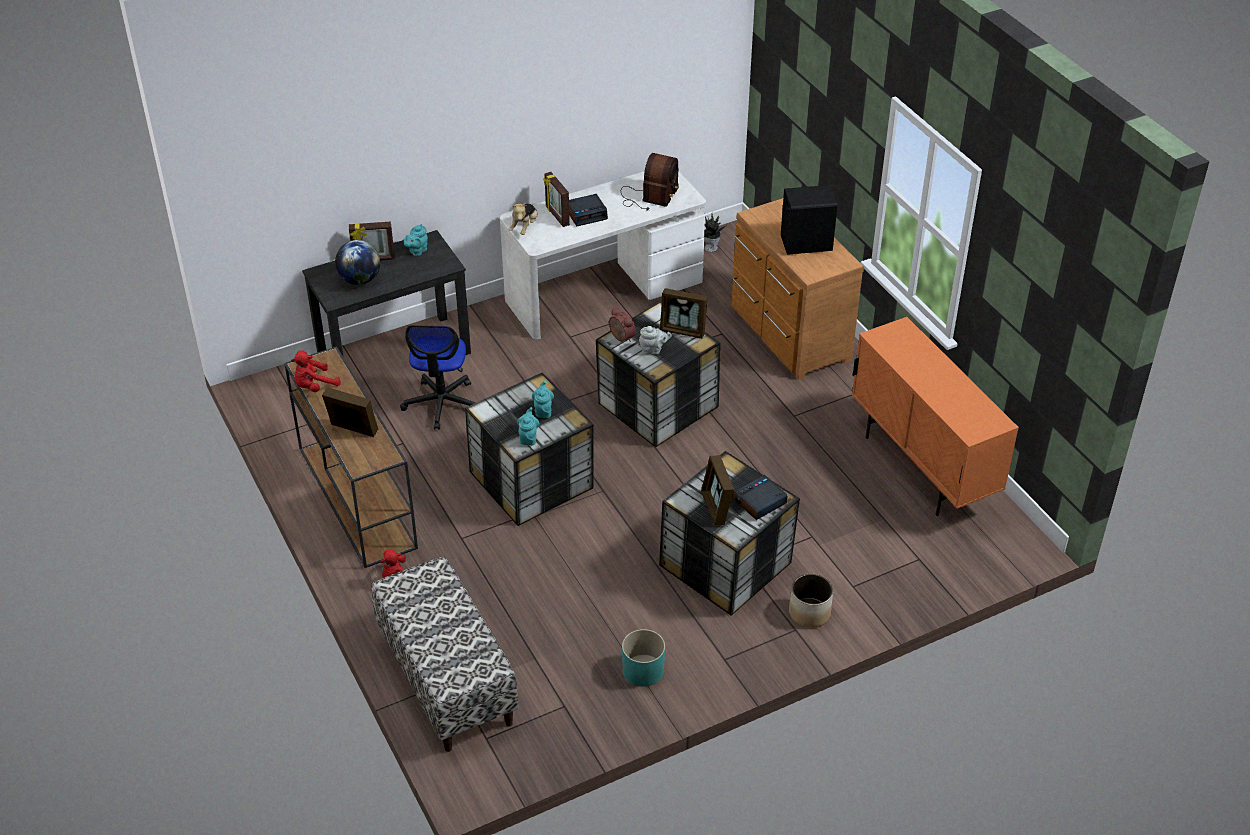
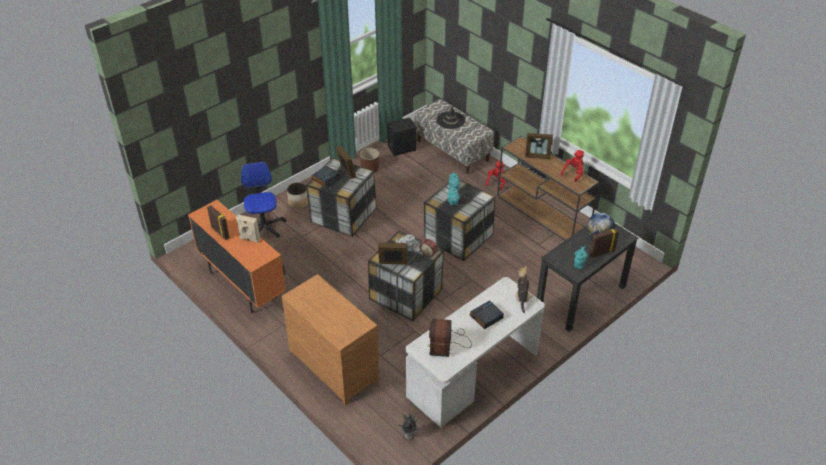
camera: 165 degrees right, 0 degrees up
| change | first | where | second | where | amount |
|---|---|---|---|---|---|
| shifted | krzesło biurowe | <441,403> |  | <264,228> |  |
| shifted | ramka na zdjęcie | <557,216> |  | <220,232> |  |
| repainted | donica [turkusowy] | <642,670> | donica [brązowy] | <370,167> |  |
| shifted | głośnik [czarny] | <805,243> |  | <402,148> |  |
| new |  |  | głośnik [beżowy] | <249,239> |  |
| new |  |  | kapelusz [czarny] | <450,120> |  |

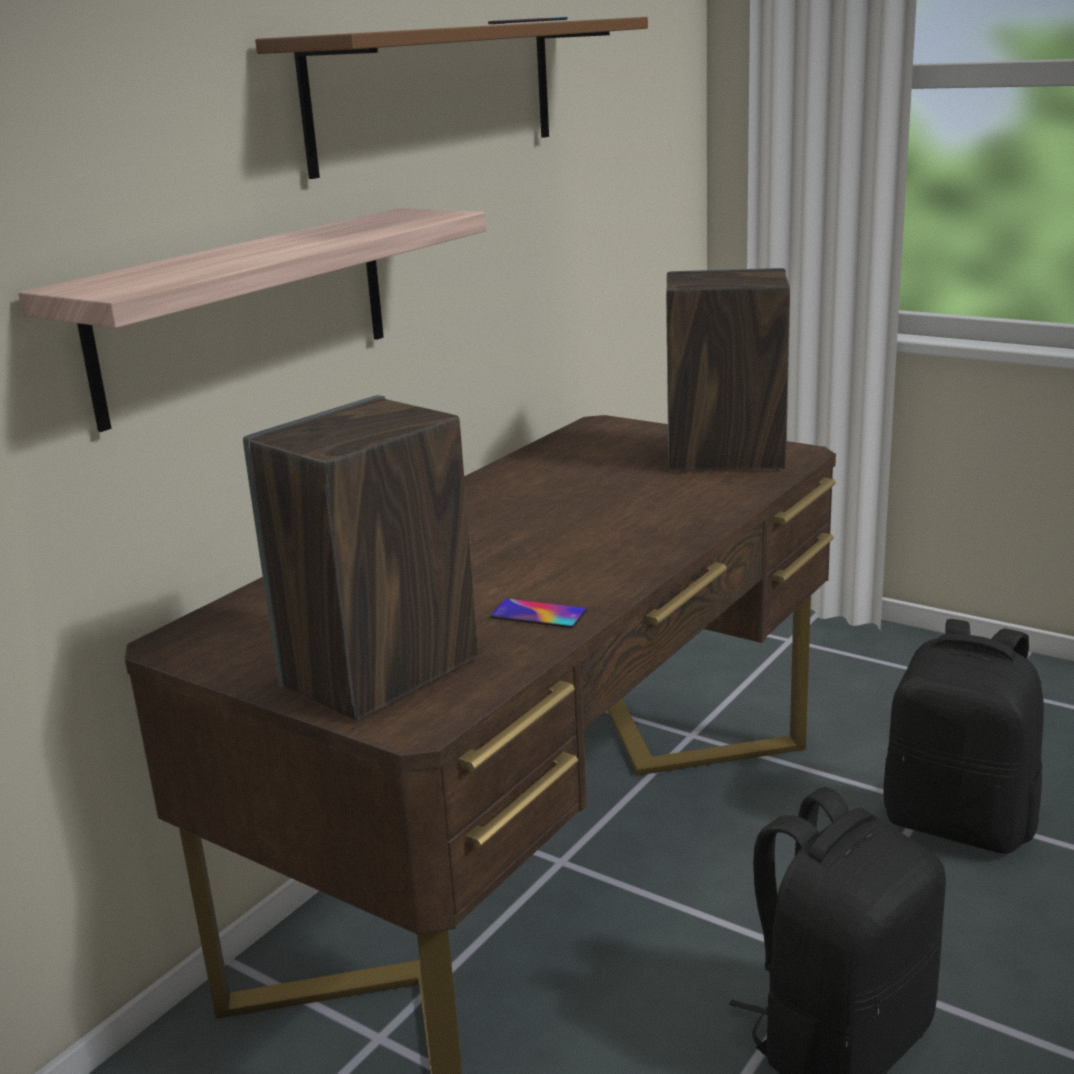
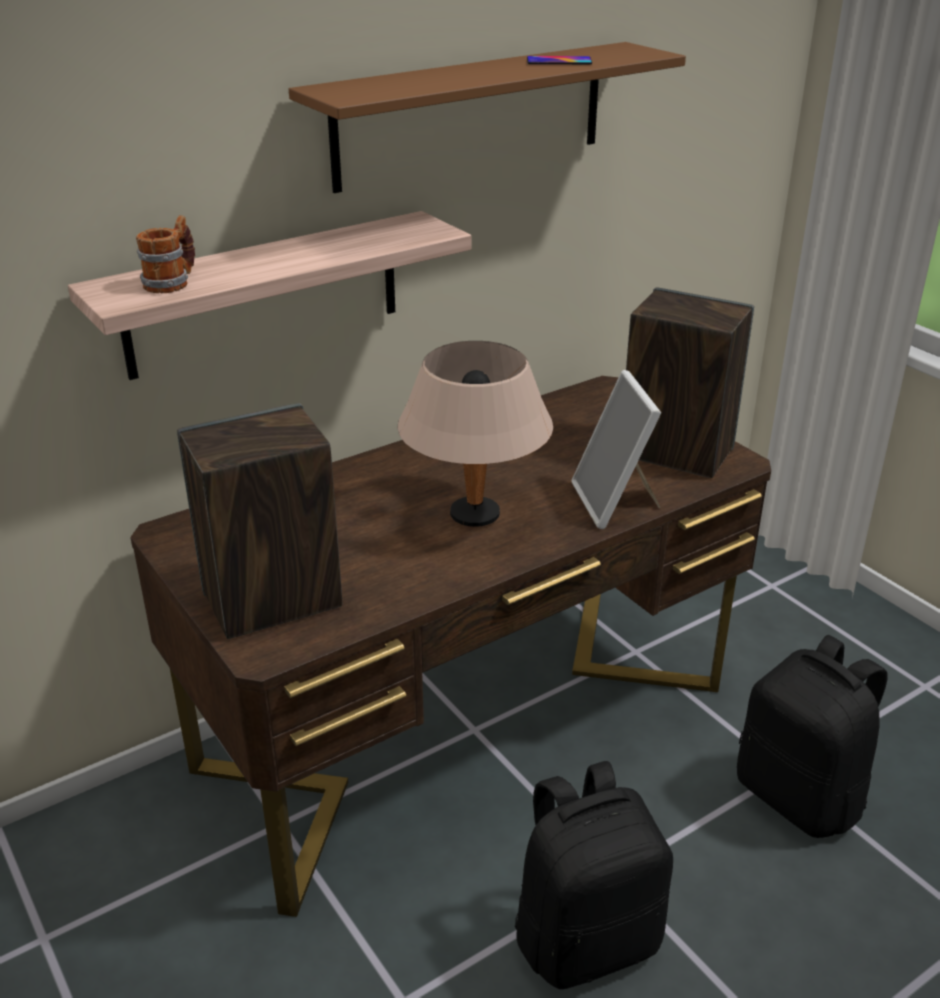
camera: 20 degrees right, 10 degrees up
| change | first | where | second | where | amount |
|---|---|---|---|---|---|
| gone | telefon | <538,614> |  |  |  |
| new |  |  | kubek | <172,282> |  |
| new |  |  | lampa stołowa [beżowy] | <475,515> |  |
| new |  |  | ramka na zdjęcie | <616,503> |  |

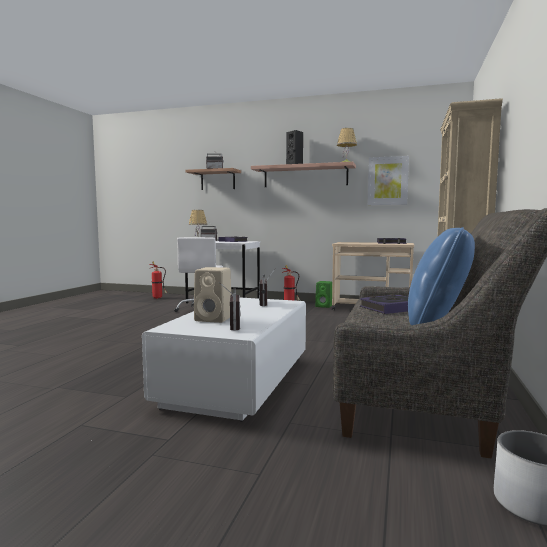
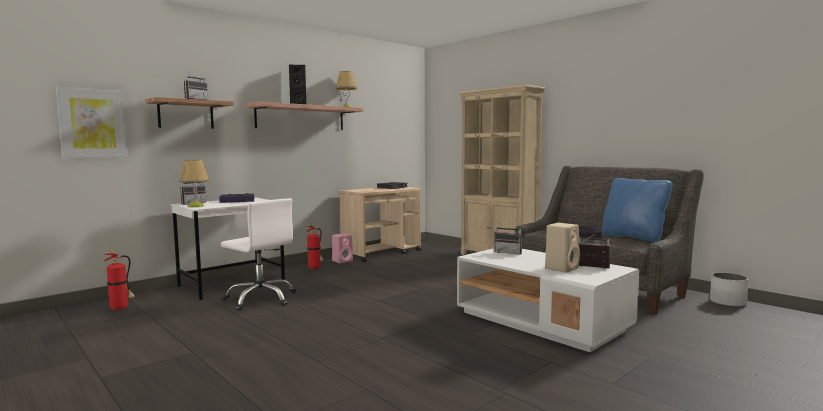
camera: 60 degrees left, 0 degrees up
| change | first | where | second | where | amount |
|---|---|---|---|---|---|
| repainted | głośnik [zielony] | <324,306> | głośnik [różowy] | <343,261> |  |
| shifted | obraz | <387,181> |  | <92,123> |  |

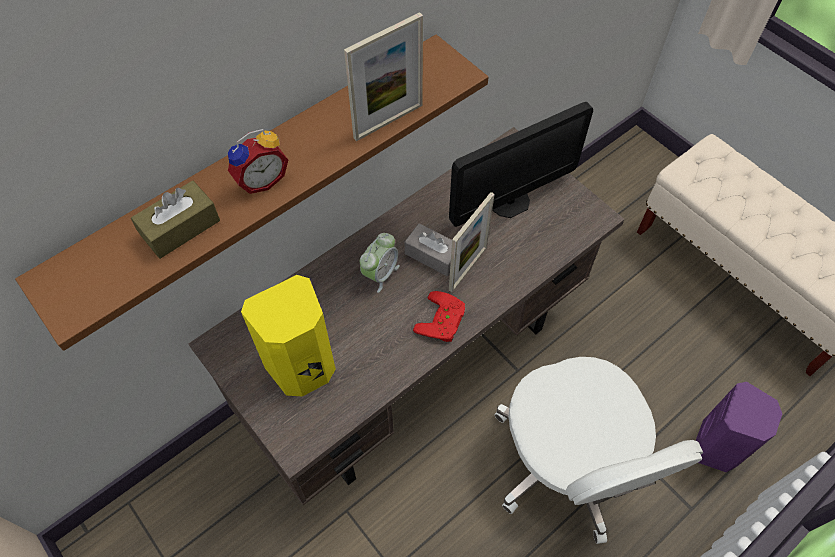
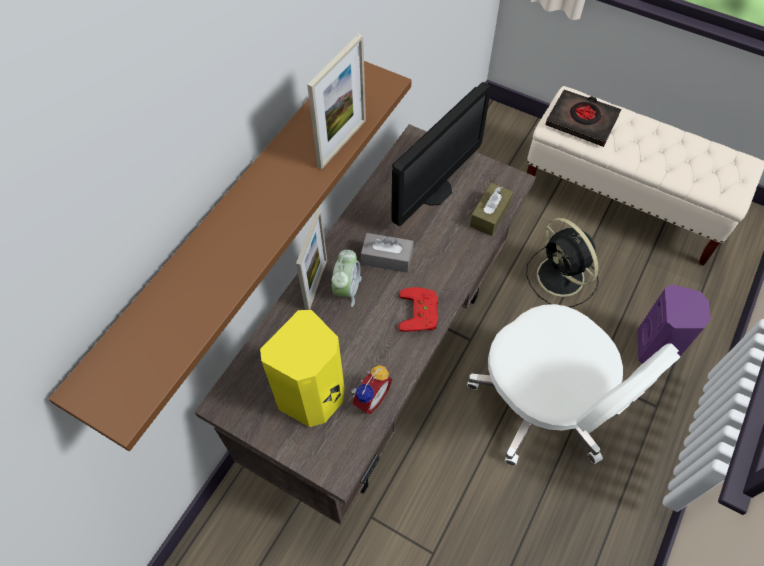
camera: 20 degrees left, 0 degrees up
| change | first | where | second | where | amount |
|---|---|---|---|---|---|
| shifted | pudełko chusteczek [brązowy] | <180,228> |  | <490,215> |  |
| shifted | budzik | <261,180> |  | <370,397> |  |
| shifted | ramka na zdjęcie | <468,268> |  | <316,285> |  |
| new |  |  | wentylator [czarny] | <562,278> |  |
| new |  |  | książka [czarny] | <582,121> |  |

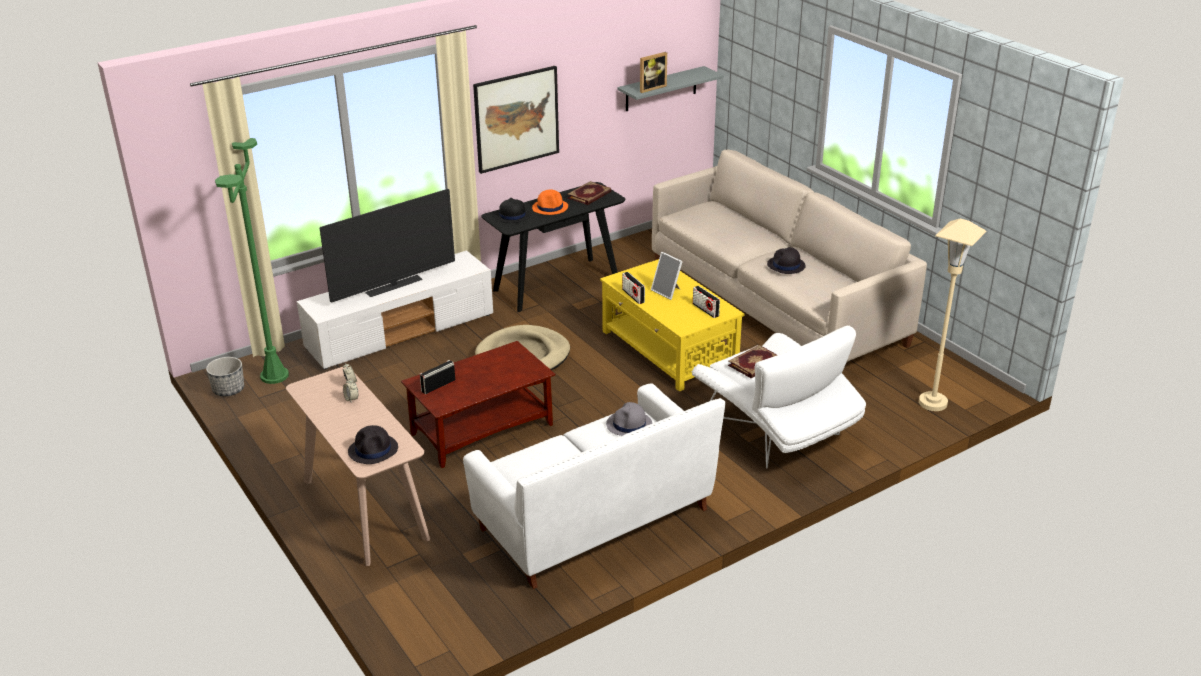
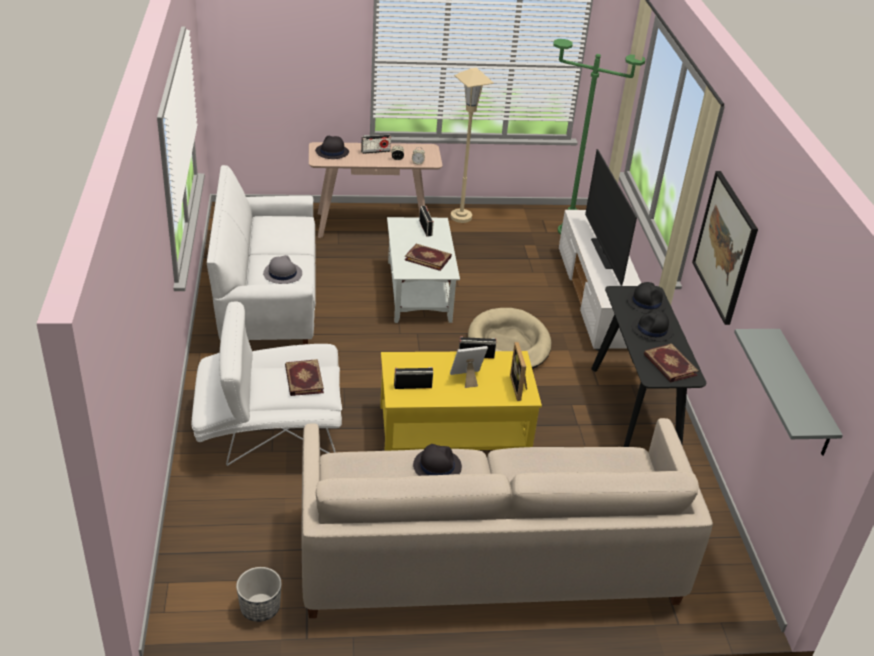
camera: 115 degrees right, 5 degrees up
| change | first | where | second | where | amount |
|---|---|---|---|---|---|
| shifted | donica | <229,390> |  | <260,608> |  |
| repainted | ława [brązowy] | <481,430> | ława [biały] | <418,290> |  |
| repainted | kapelusz [pomarańczowy] | <550,207> | kapelusz [czarny] | <652,329> |  |
| shifted | ramka na zdjęcie | <651,88> |  | <520,388> |  |
| shifted | lampa stojąca [beżowy] | <932,403> |  | <461,217> |  |
| new |  |  | radio | <375,151> |  |
| new |  |  | książka | <428,258> |  |

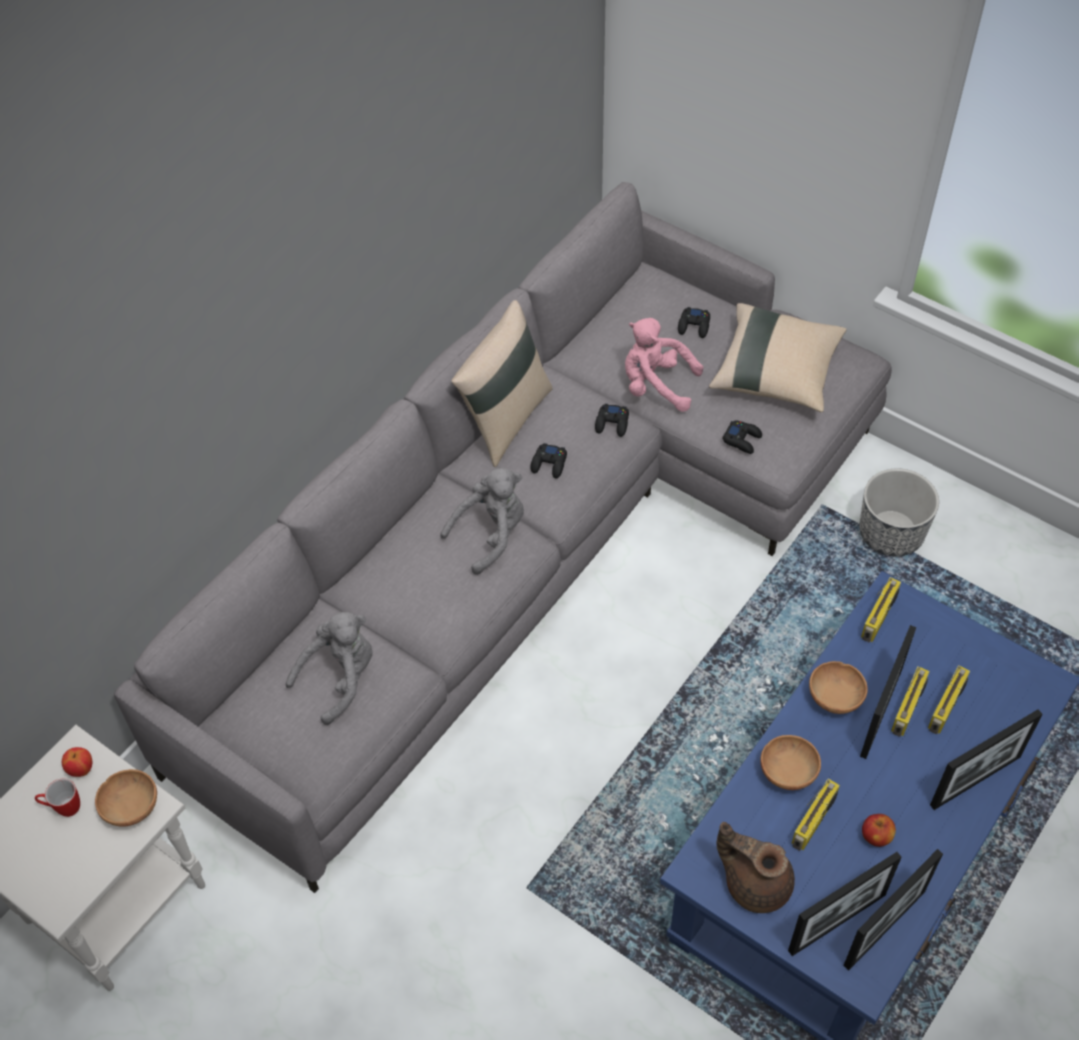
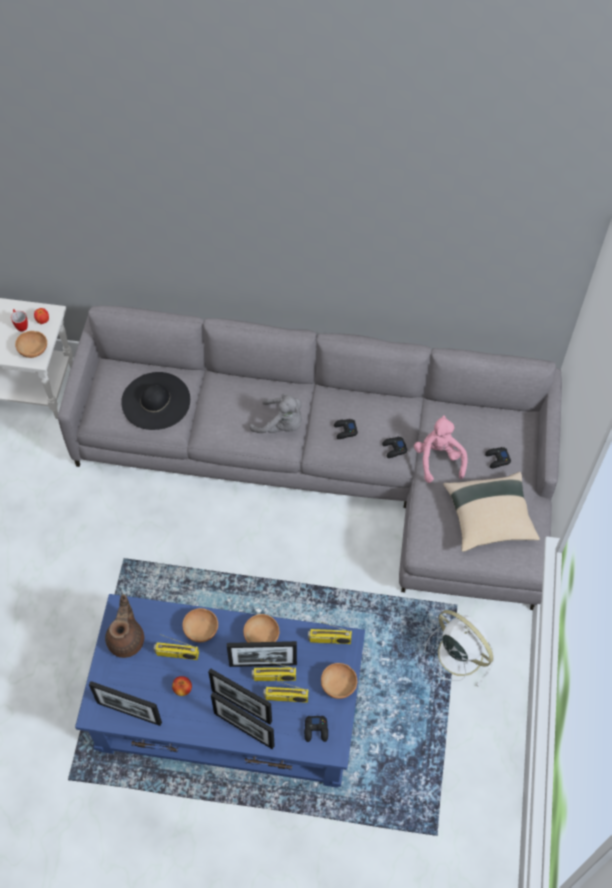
camera: 60 degrees right, 5 degrees up
| change | first | where | second | where | amount |
|---|---|---|---|---|---|
| swapped | pluszak [szary] | <340,678> | kapelusz [czarny] | <156,401> |  |
| gone | poduszka [beżowy] | <505,419> |  |  |  |
| shifted | pad do gier [czarny] | <742,439> |  | <316,730> |  |
| shifted | ramka na zdjęcie | <837,922> |  | <241,706> |  |
| swapped | donica | <890,534> | wentylator [biały] | <458,652> |  |
| new |  |  | miska [brązowy] | <339,685> |  |

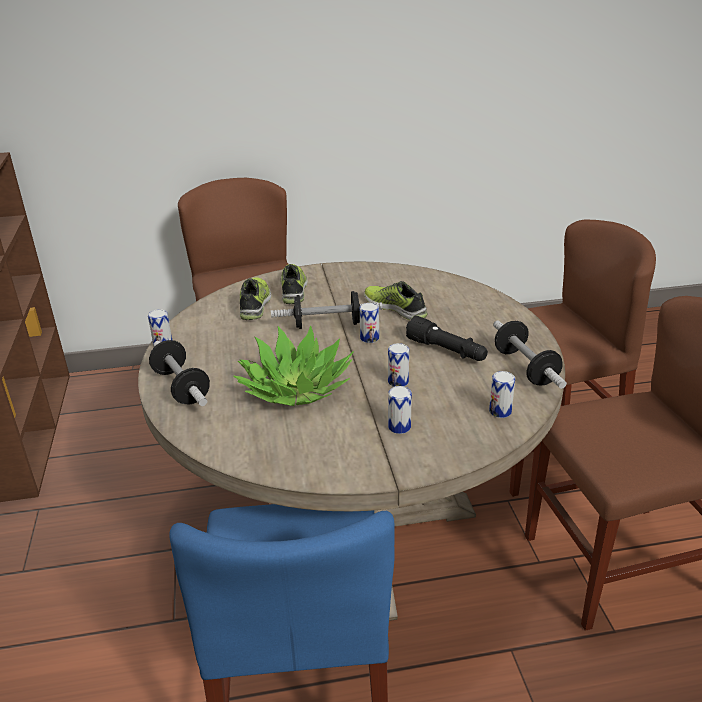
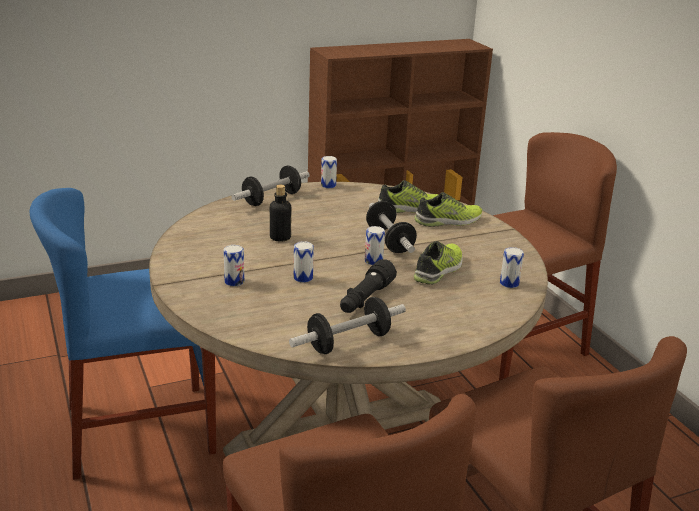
camera: 75 degrees right, 5 degrees down
| change | first | where | second | where | amount |
|---|---|---|---|---|---|
| swapped | roślina doniczkowa | <296,388> | butelka | <280,237> |  |
| shifted | puszka | <500,411> |  | <509,283> |  |

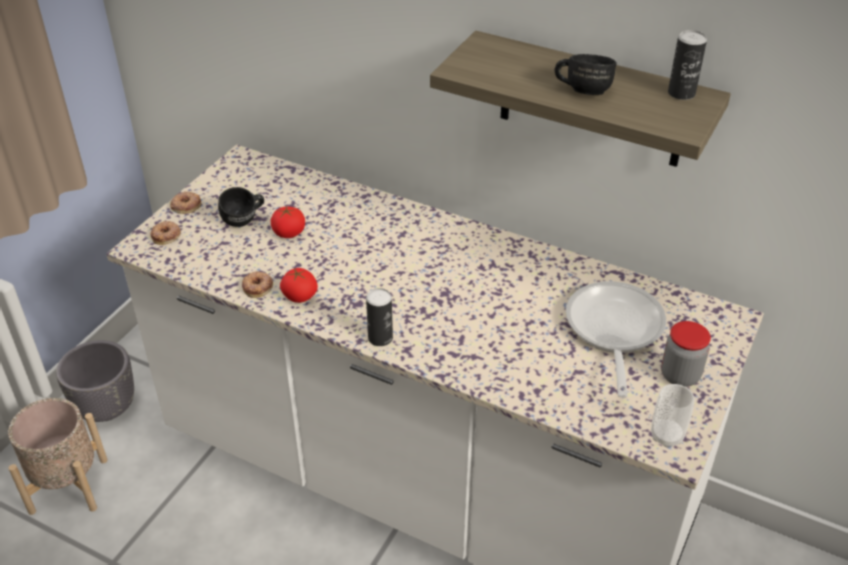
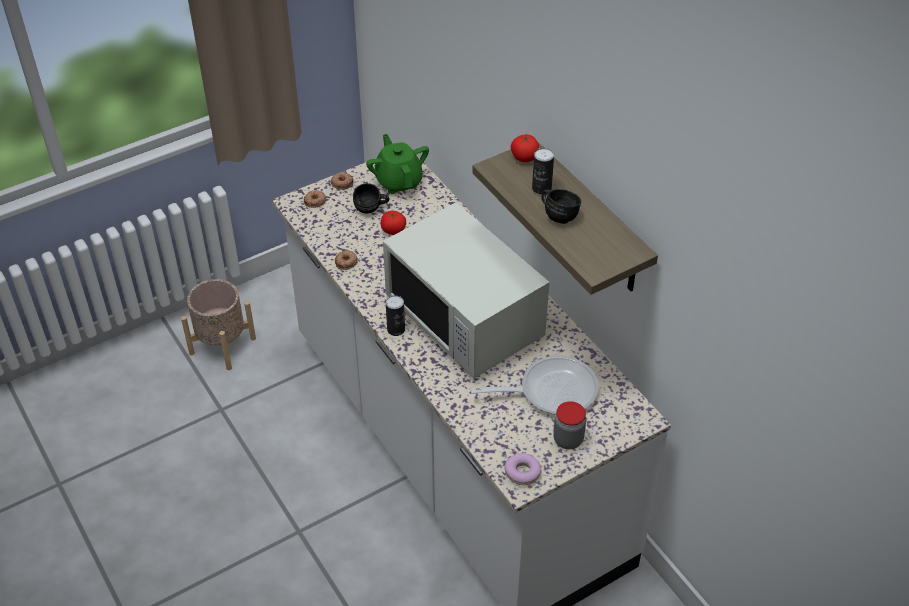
camera: 30 degrees right, 5 degrees up
| change | first | where | second | where | amount |
|---|---|---|---|---|---|
| gone | donica [szary] | <107,408> |  |  |  |
| shifted | pomidor | <300,296> |  | <524,158> |  |
| rotated | patelnia | <613,331> |  | <551,391> | 45 degrees clockwise |
| swapped | filiżanka | <666,436> | donut | <522,472> |  |
| shifted | puszka | <681,93> |  | <541,188> |  |
| new |  |  | imbryk [zielony] | <399,181> |  |
| new |  |  | mikrofalówka [biały] | <465,319> |  |

